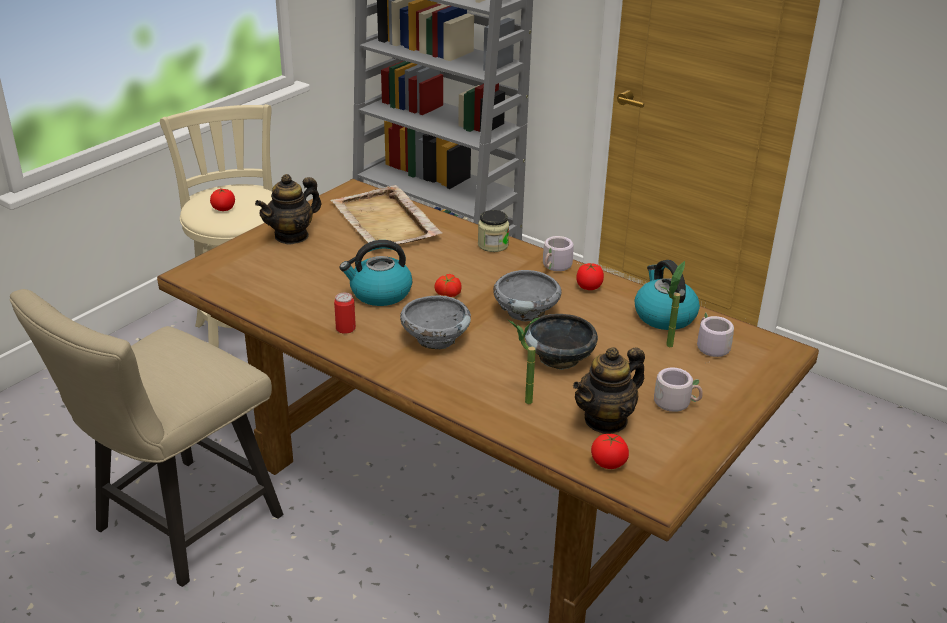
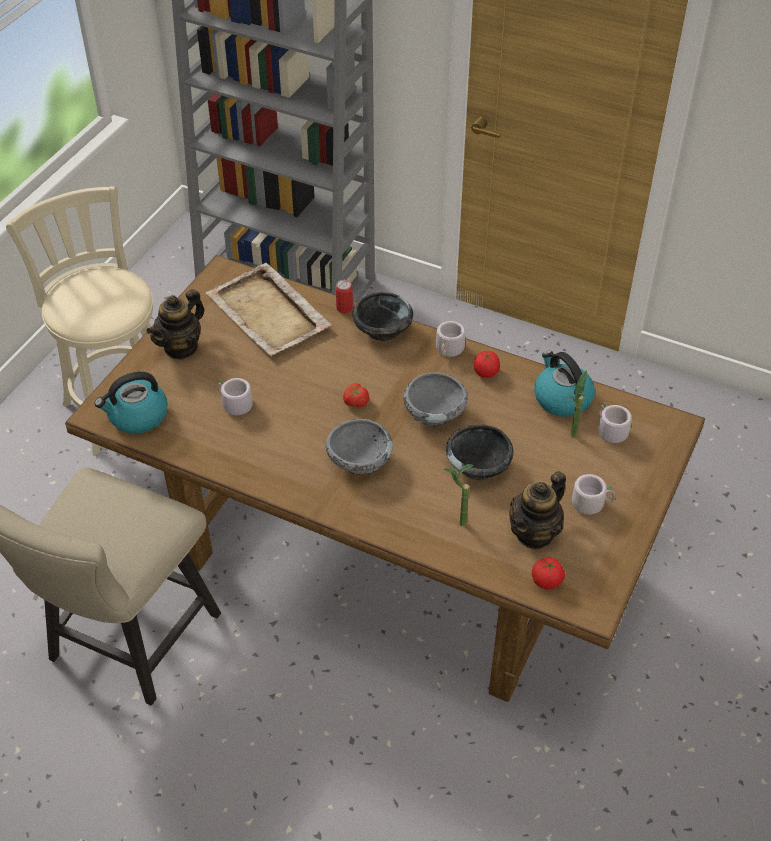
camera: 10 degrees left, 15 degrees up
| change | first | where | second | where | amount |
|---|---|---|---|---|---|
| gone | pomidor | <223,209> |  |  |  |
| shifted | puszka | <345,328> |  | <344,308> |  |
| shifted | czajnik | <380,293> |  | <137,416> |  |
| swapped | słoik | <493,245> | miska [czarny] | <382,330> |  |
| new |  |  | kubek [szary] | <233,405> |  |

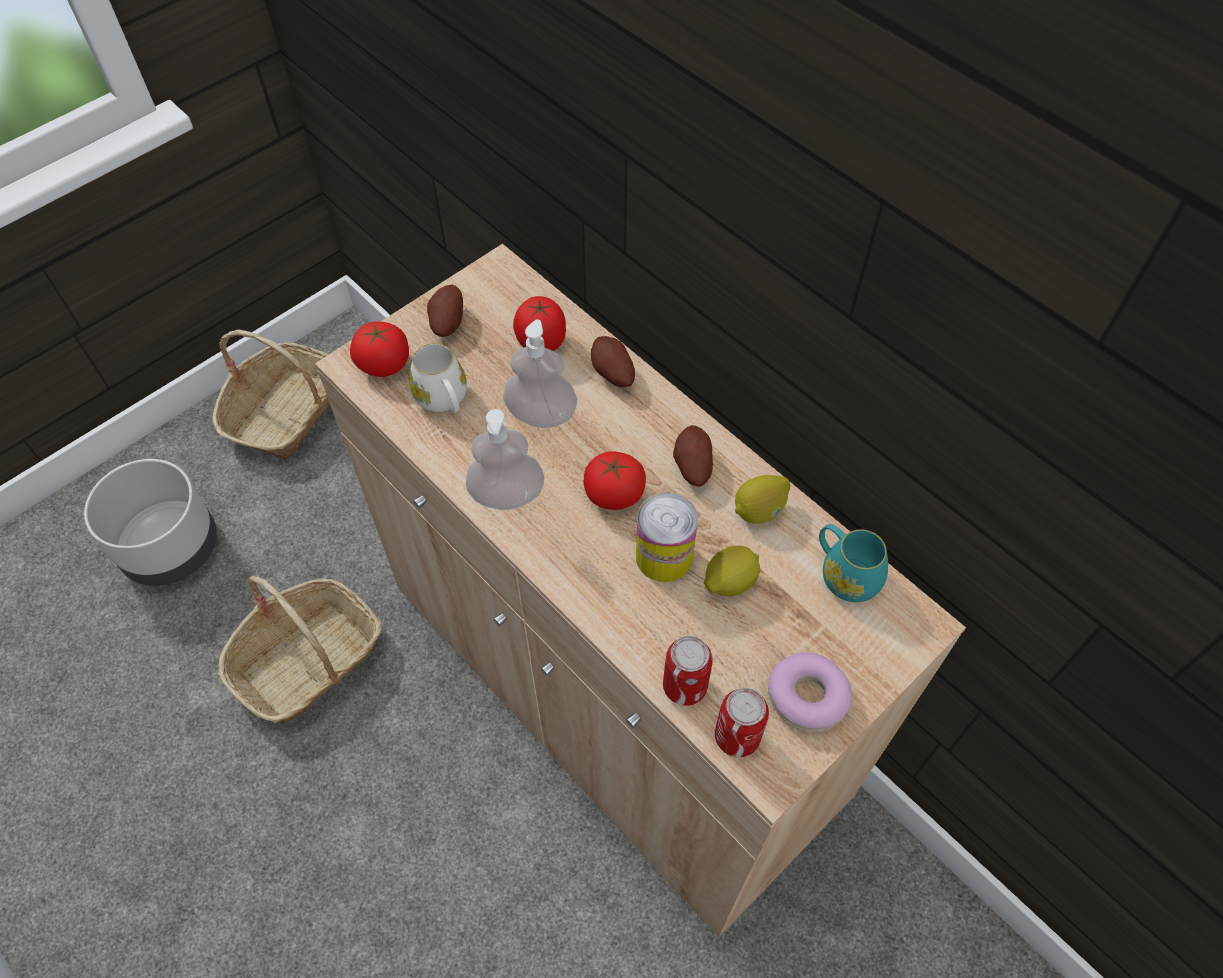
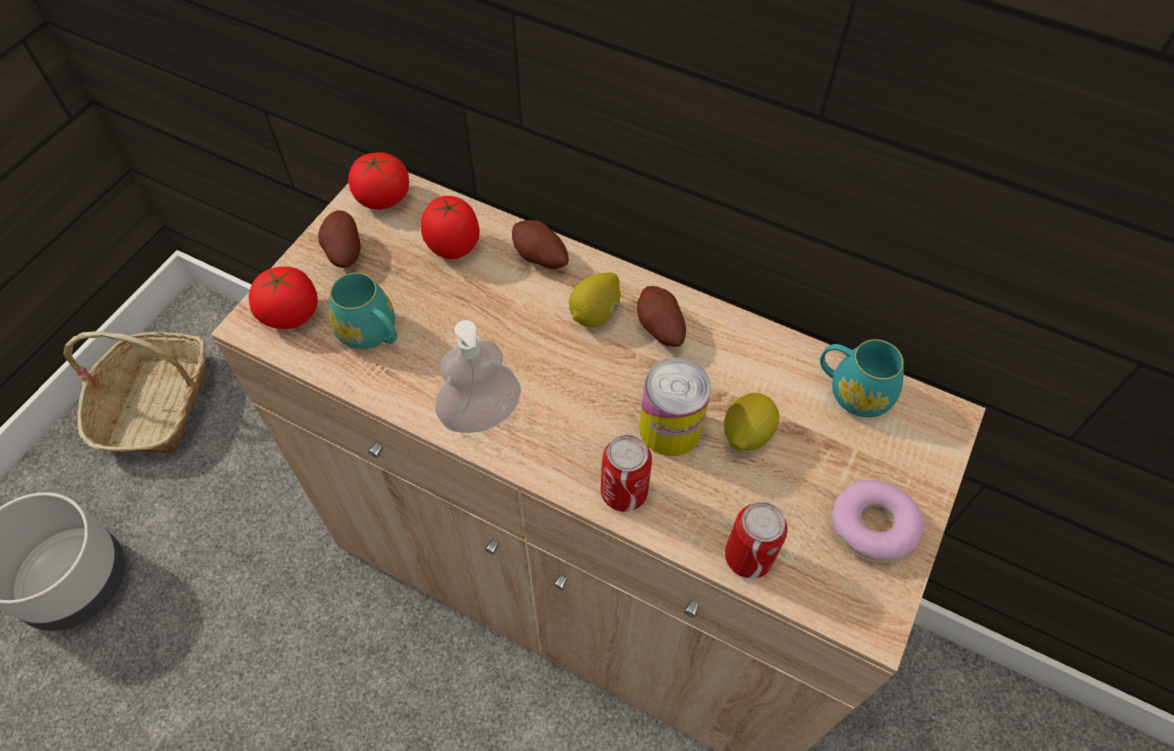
camera: 20 degrees left, 0 degrees up
| change | first | where | second | where | amount |
|---|---|---|---|---|---|
| gone | koszyk | <309,660> |  |  |  |
| repainted | kubek [biały] | <444,400> | kubek [turkusowy] | <372,334> |  |
| gone | dozownik mydła | <541,415> |  |  |  |
| shifted | pomidor | <614,494> |  | <383,198> |  |
| shifted | puszka | <737,736> |  | <624,492> |  |
| shifted | cytryna | <759,510> |  | <595,314> |  |

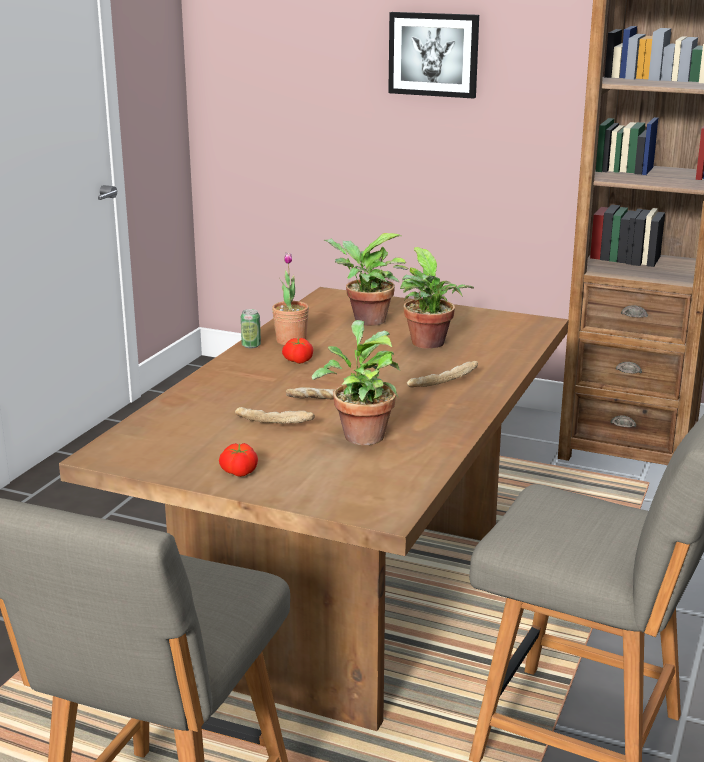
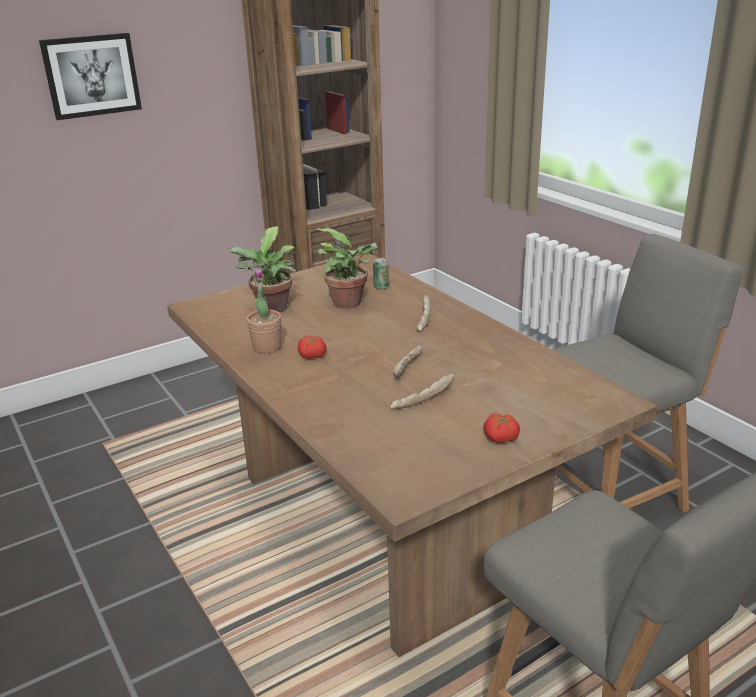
camera: 55 degrees left, 5 degrees up
| change | first | where | second | where | amount |
|---|---|---|---|---|---|
| shifted | puszka | <251,345> |  | <381,287> |  |
| gone | roślina doniczkowa | <361,434> |  |  |  |

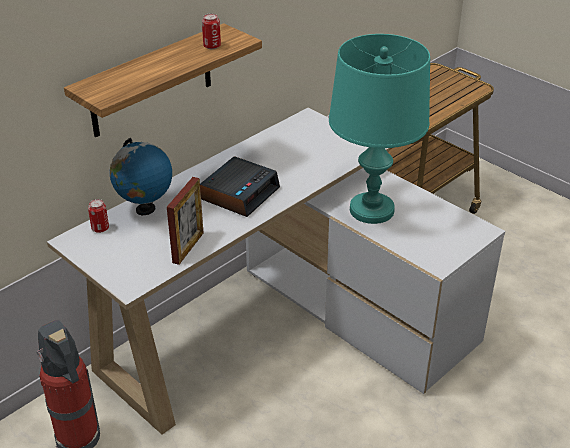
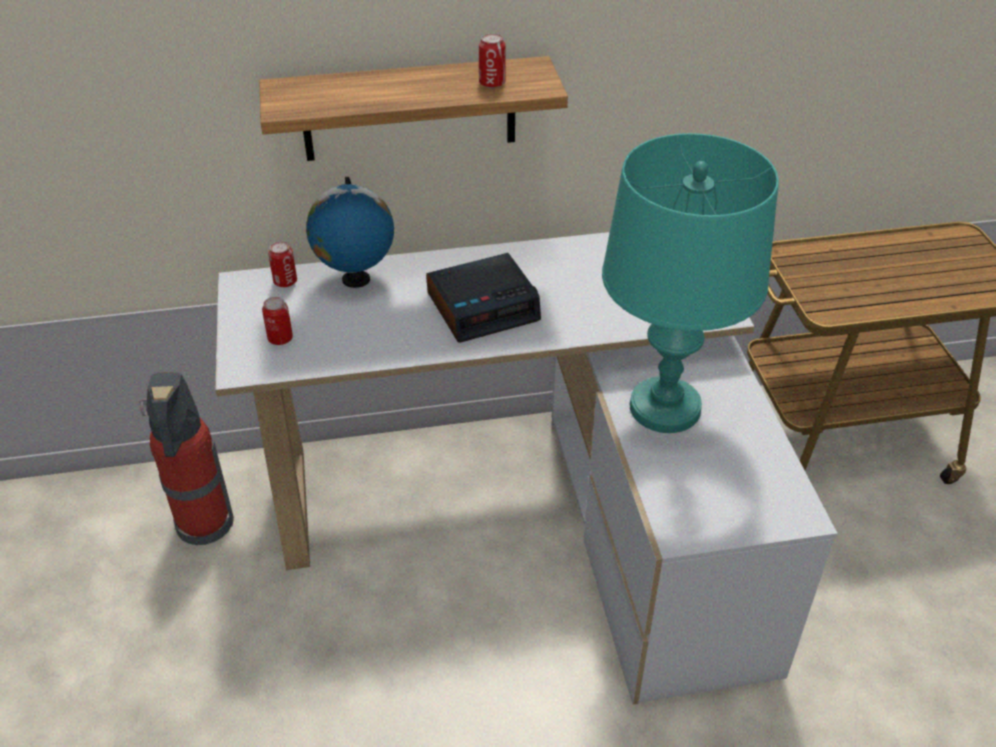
camera: 35 degrees right, 5 degrees up
| change | first | where | second | where | amount |
|---|---|---|---|---|---|
| gone | ramka na zdjęcie | <188,247> |  |  |  |
| new |  |  | puszka | <280,338> |  |

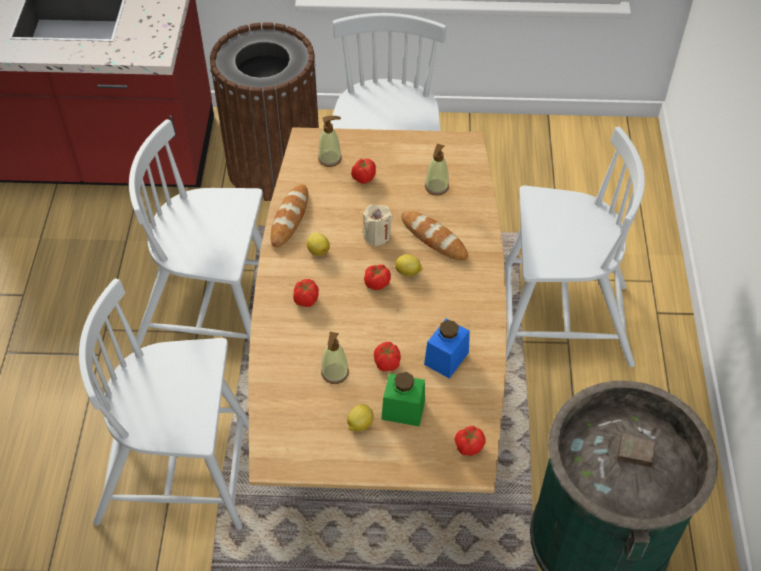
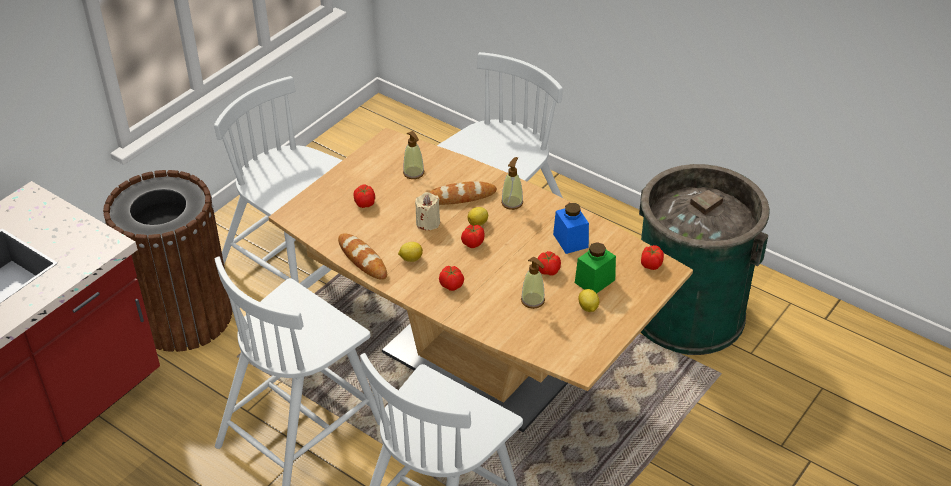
camera: 55 degrees left, 10 degrees down
| change | first | where | second | where | amount |
|---|---|---|---|---|---|
| shifted | dozownik mydła | <330,159> |  | <512,202> |  |

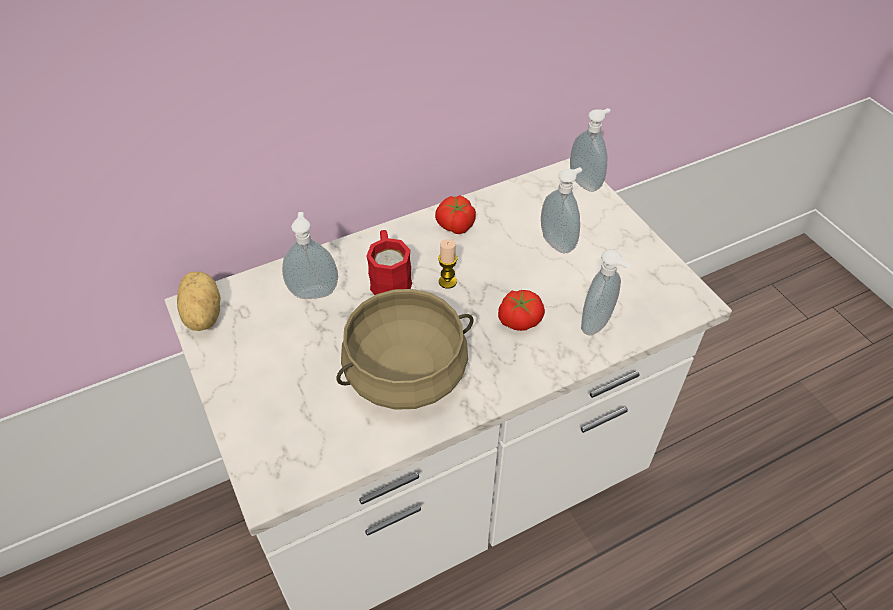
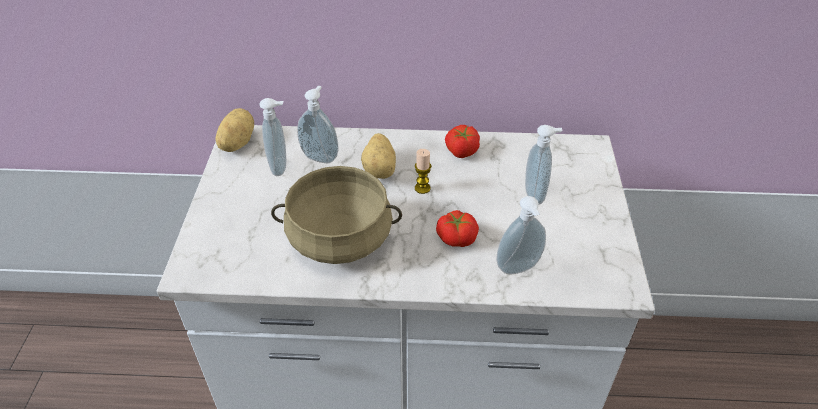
camera: 30 degrees right, 5 degrees down
| change | first | where | second | where | amount |
|---|---|---|---|---|---|
| swapped | kubek [czerwony] | <389,279> | ziemniak | <380,169> |  |
| shifted | dozownik mydła | <586,182> |  | <281,167> |  |

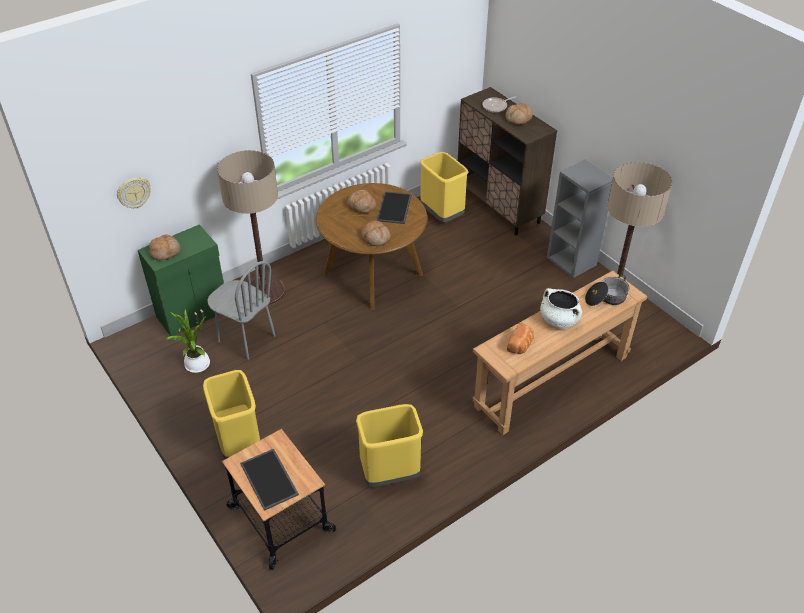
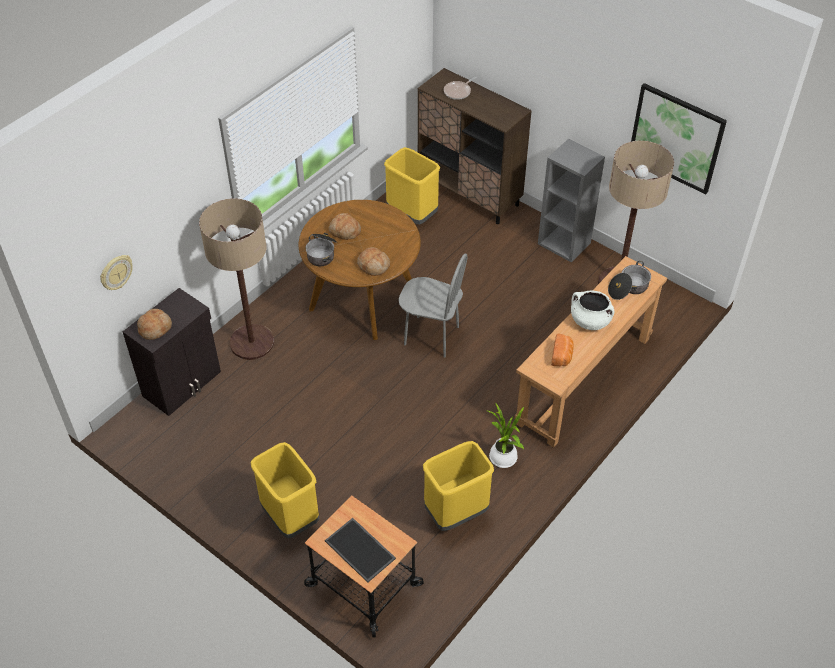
camera: 15 degrees left, 5 degrees up
| change | first | where | second | where | amount |
|---|---|---|---|---|---|
| repainted | szafka [zielony] | <193,314> | szafka [czarny] | <183,384> |  |
| shifted | roślina doniczkowa | <196,366> |  | <503,459> |  |
| shifted | krzesło [szary] | <246,339> |  | <431,336> |  |
| gone | taca | <395,208> |  |  |  |
| gone | chleb | <518,119> |  |  |  |
| new |  |  | garnek | <322,253> |  |
| new |  |  | obraz | <676,138> |  |

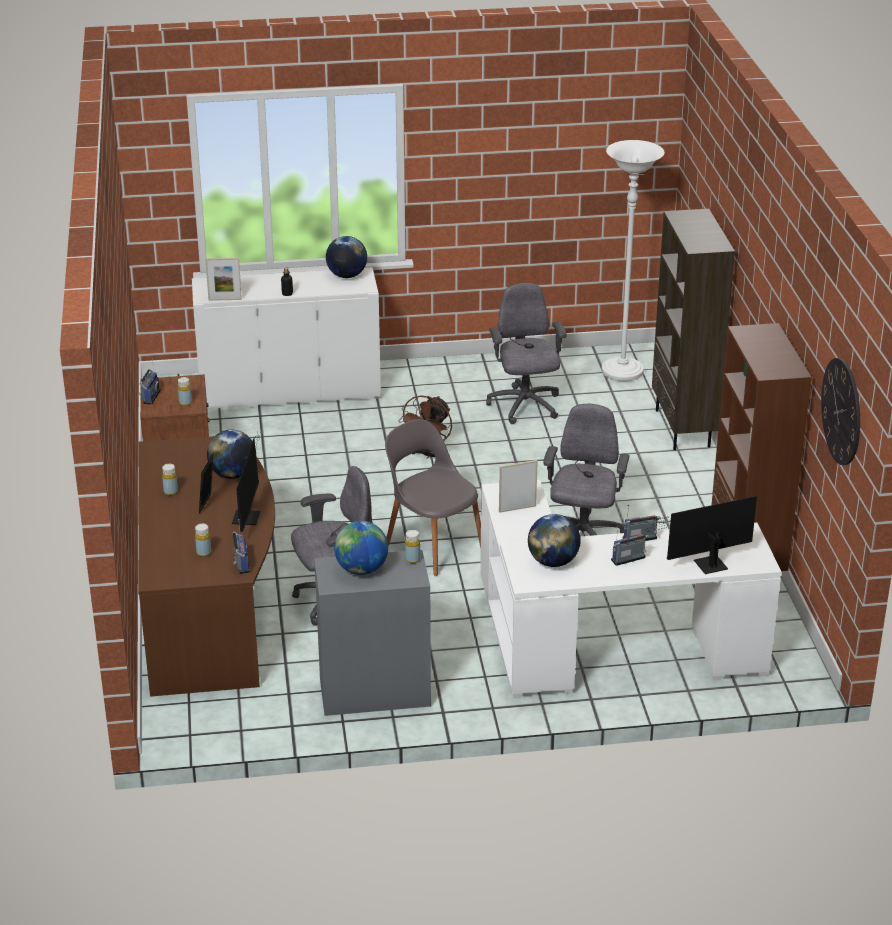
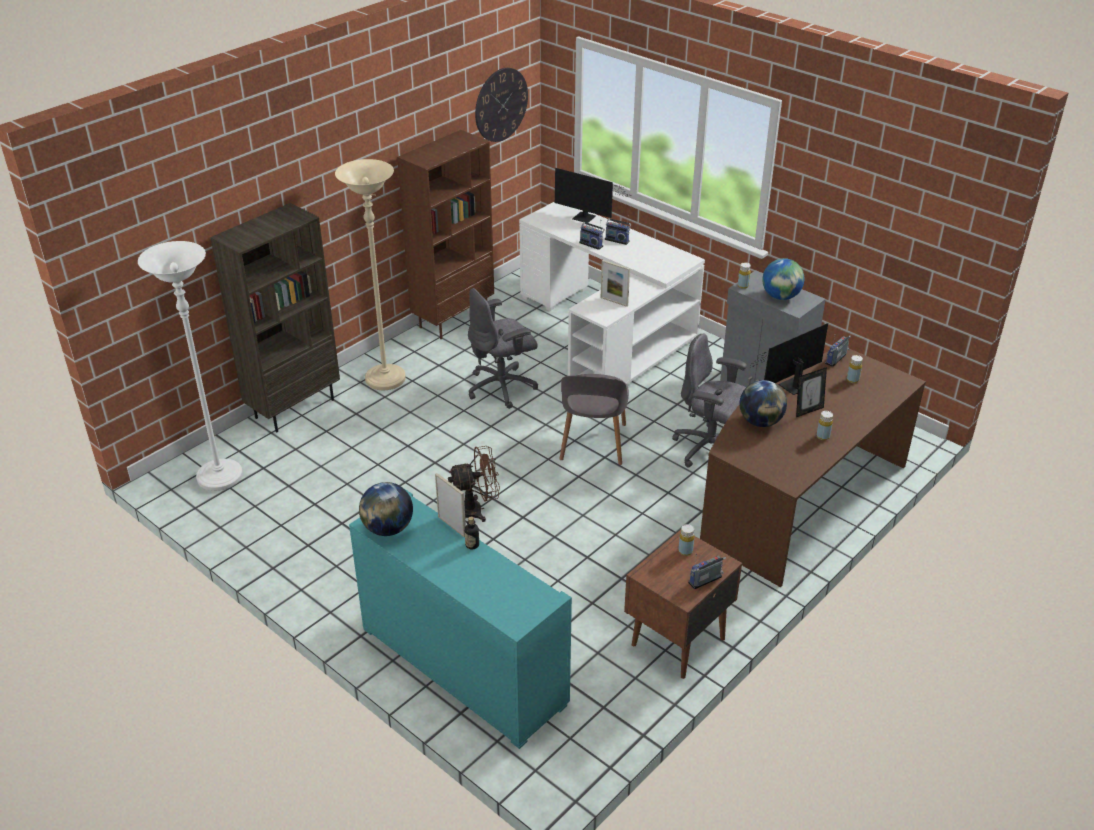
camera: 130 degrees left, 5 degrees up
| change | first | where | second | where | amount |
|---|---|---|---|---|---|
| repainted | szafka [biały] | <289,391> | szafka [turkusowy] | <463,665> |  |
| shifted | ramka na zdjęcie | <225,299> |  | <452,526> |  |
| gone | krzesło biurowe [szary] | <524,406> |  |  |  |
| gone | globus | <553,562> |  |  |  |
| new |  |  | lampa stojąca [beżowy] | <385,379> |  |

